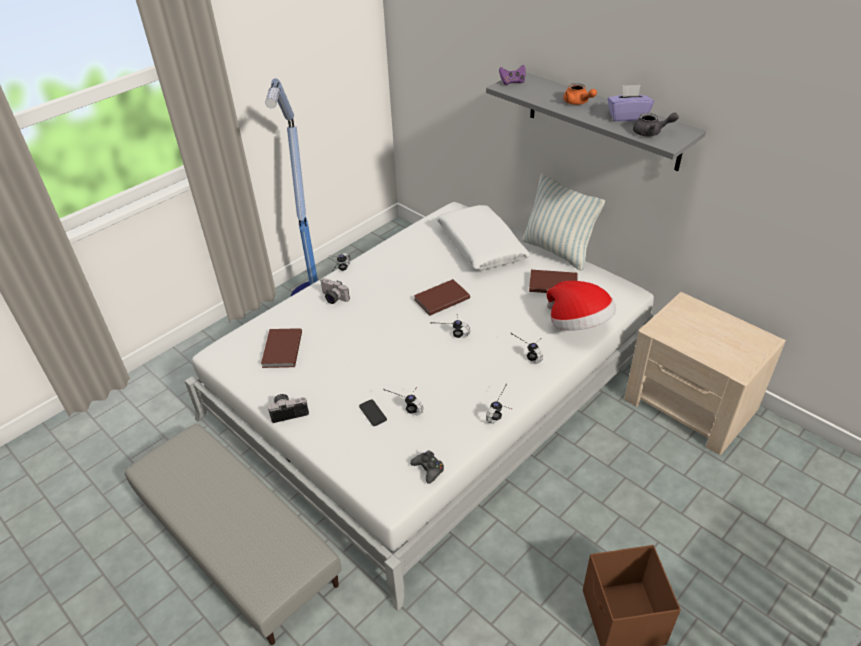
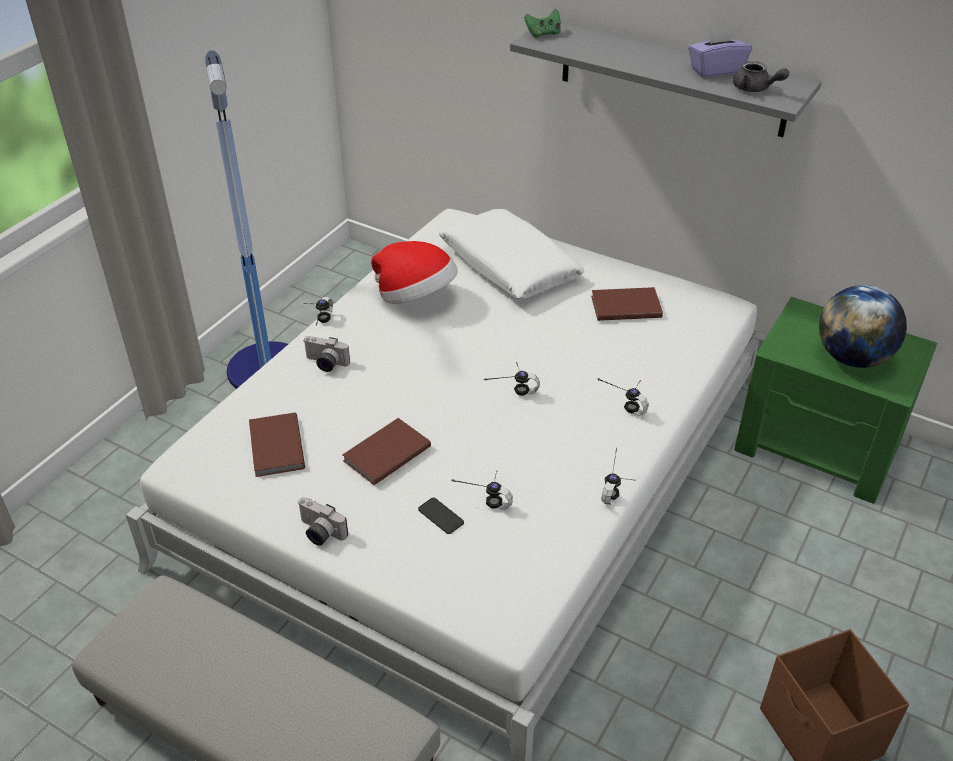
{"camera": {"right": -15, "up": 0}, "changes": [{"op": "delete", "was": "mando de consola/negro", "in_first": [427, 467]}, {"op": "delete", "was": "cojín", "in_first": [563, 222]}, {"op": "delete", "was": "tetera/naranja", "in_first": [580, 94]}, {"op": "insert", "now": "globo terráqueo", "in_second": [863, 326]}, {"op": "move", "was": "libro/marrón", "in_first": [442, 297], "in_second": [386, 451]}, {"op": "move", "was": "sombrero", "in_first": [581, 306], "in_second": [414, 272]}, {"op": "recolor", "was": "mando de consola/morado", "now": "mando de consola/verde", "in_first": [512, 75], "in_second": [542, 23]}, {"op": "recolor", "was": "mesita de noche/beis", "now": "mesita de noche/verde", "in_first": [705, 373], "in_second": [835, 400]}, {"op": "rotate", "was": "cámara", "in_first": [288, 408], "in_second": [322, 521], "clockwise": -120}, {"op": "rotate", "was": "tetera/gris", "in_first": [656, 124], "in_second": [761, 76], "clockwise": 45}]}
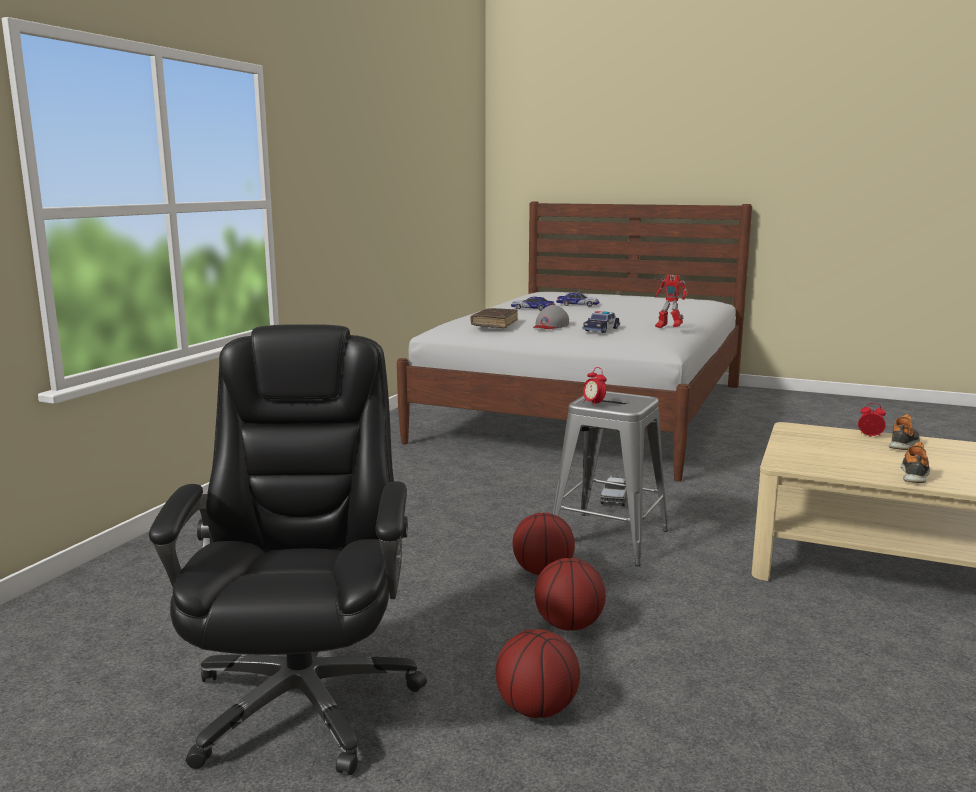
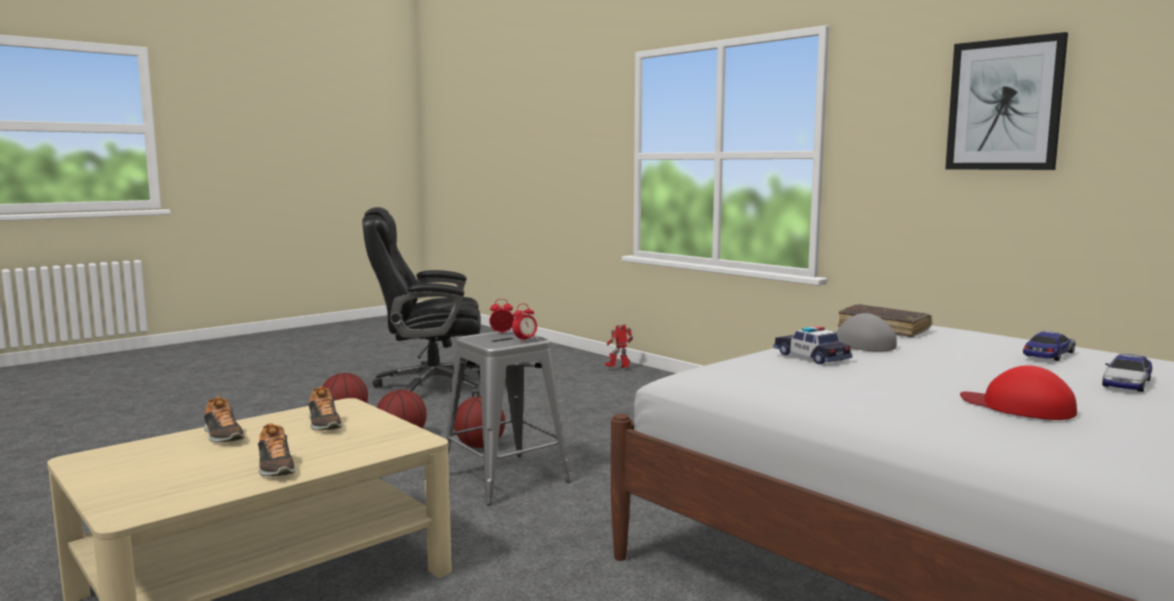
{"camera": {"right": 115, "up": -5}, "changes": [{"op": "delete", "was": "camión de juguete", "in_first": [613, 490]}, {"op": "insert", "now": "zapato", "in_second": [325, 408]}, {"op": "insert", "now": "cuadro", "in_second": [1006, 101]}, {"op": "insert", "now": "gorra/rojo", "in_second": [1018, 392]}, {"op": "move", "was": "robot de juguete", "in_first": [671, 301], "in_second": [619, 346]}, {"op": "move", "was": "despertador", "in_first": [872, 420], "in_second": [524, 323]}, {"op": "rotate", "was": "silla de oficina/negro", "in_first": [288, 549], "in_second": [421, 301], "clockwise": 150}]}
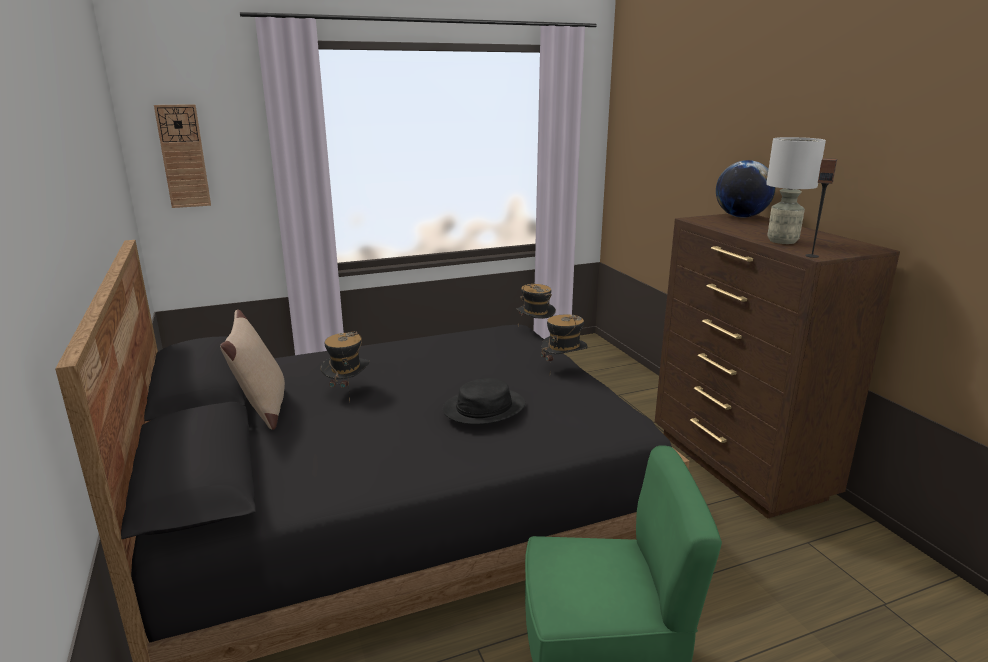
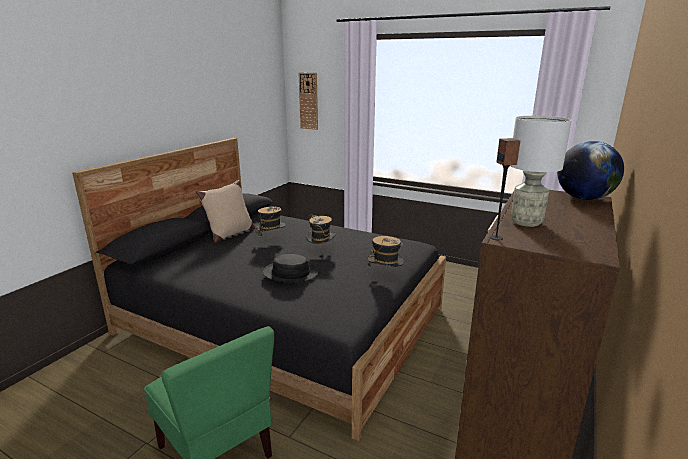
{"camera": {"right": 50, "up": 0}, "changes": [{"op": "move", "was": "sombrero", "in_first": [536, 301], "in_second": [321, 230]}]}
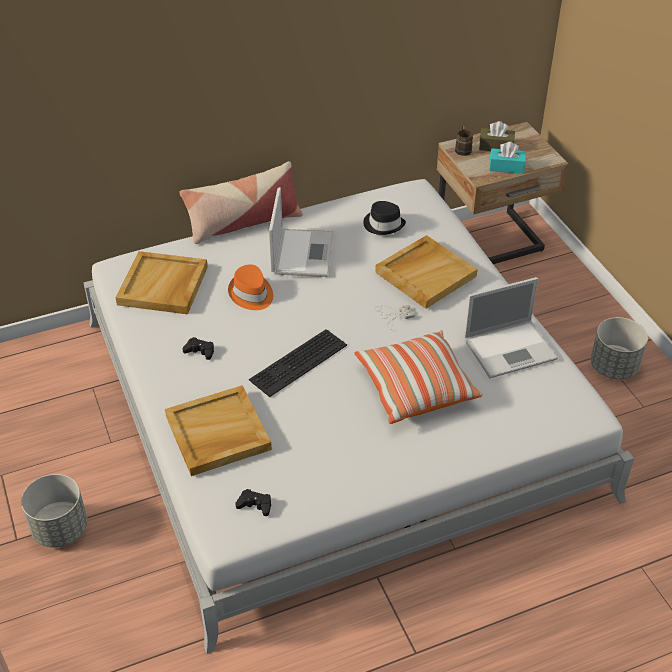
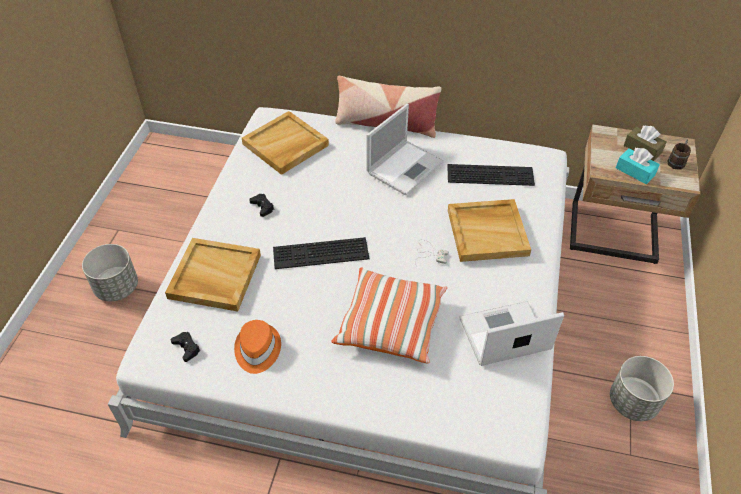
{"camera": {"right": 35, "up": 5}, "changes": [{"op": "move", "was": "sombrero/naranja", "in_first": [250, 287], "in_second": [257, 347]}, {"op": "move", "was": "taza grande/marrón", "in_first": [464, 140], "in_second": [679, 155]}, {"op": "replace", "was": "sombrero/negro", "now": "teclado", "in_first": [384, 218], "in_second": [491, 175]}, {"op": "rotate", "was": "portátil", "in_first": [511, 327], "in_second": [512, 333], "clockwise": 150}]}
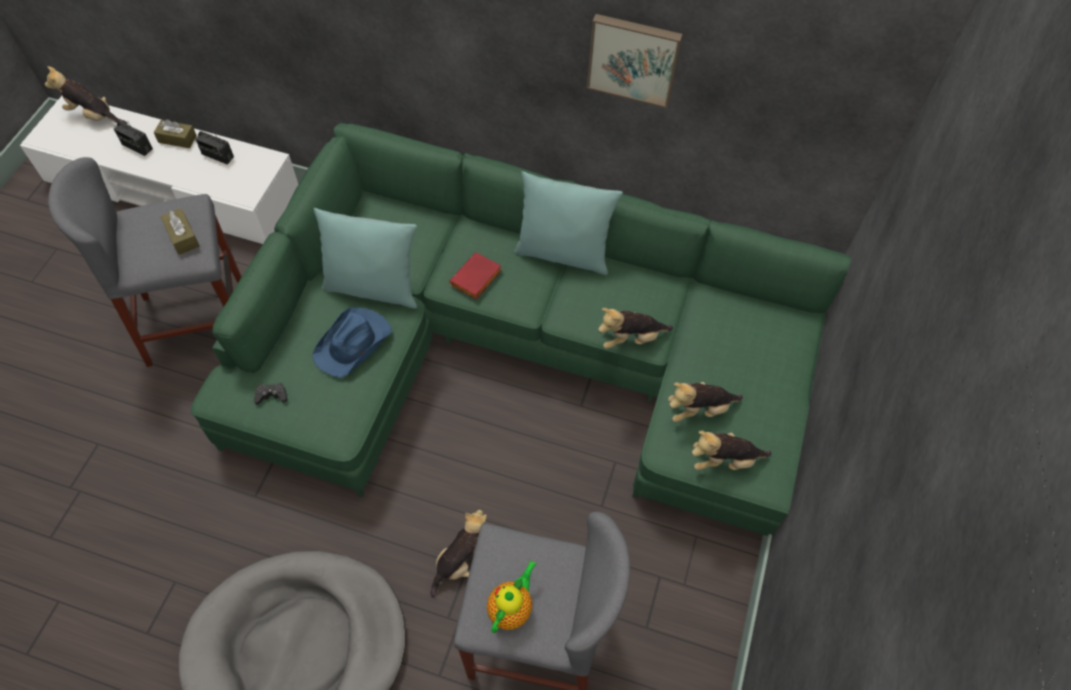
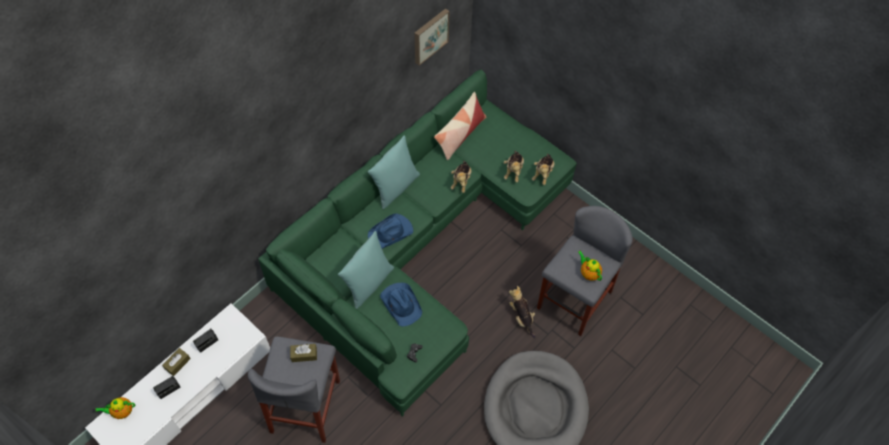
{"camera": {"right": -65, "up": 0}, "changes": [{"op": "insert", "now": "cojín", "in_second": [460, 126]}, {"op": "move", "was": "cuadro", "in_first": [635, 61], "in_second": [432, 37]}, {"op": "replace", "was": "peluche", "now": "tetera", "in_first": [86, 95], "in_second": [115, 408]}, {"op": "replace", "was": "libro/rojo", "now": "sombrero/azul", "in_first": [475, 275], "in_second": [390, 231]}]}
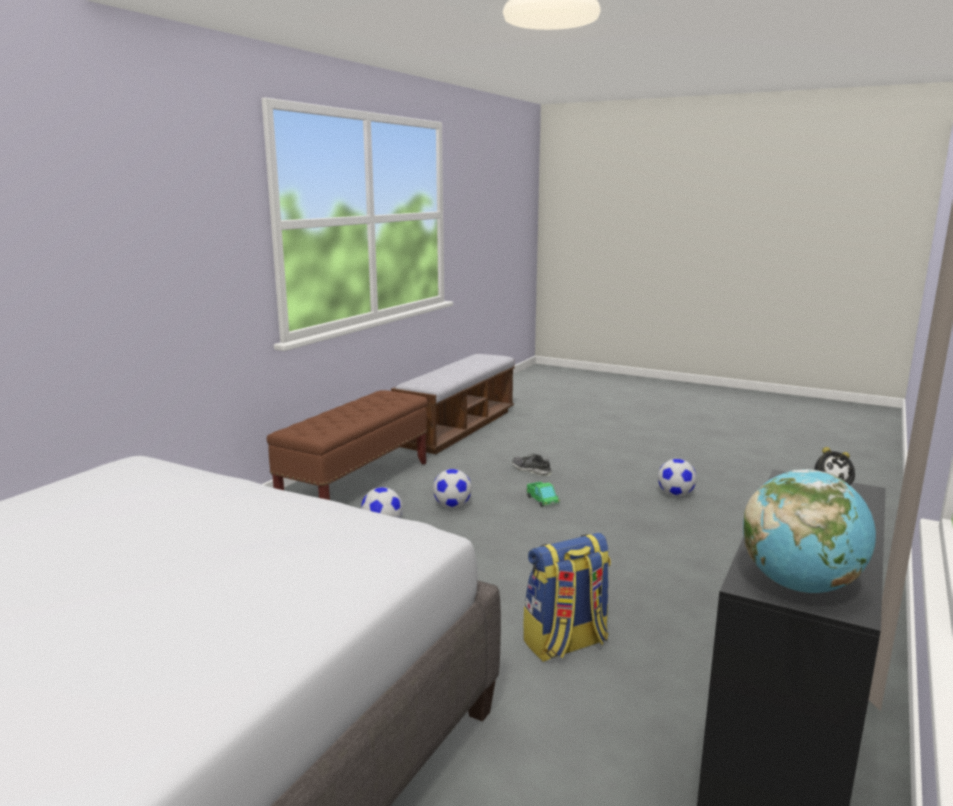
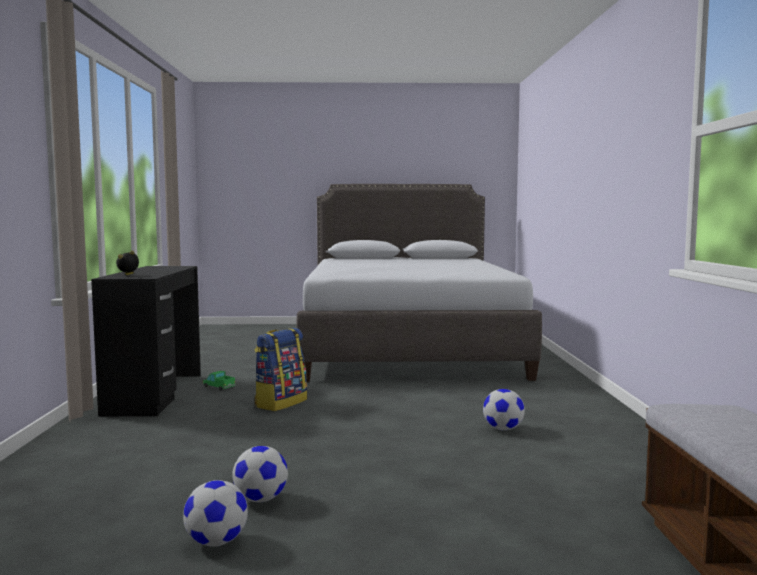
{"camera": {"right": 150, "up": -10}, "changes": [{"op": "delete", "was": "banco/marrón", "in_first": [347, 445]}, {"op": "delete", "was": "zapato", "in_first": [532, 465]}, {"op": "delete", "was": "globo terráqueo", "in_first": [809, 531]}, {"op": "move", "was": "balón de fútbol", "in_first": [452, 488], "in_second": [260, 474]}, {"op": "move", "was": "camión de juguete", "in_first": [543, 494], "in_second": [219, 381]}]}
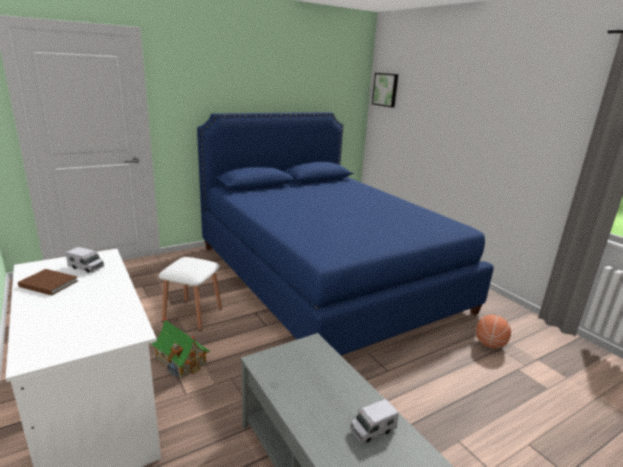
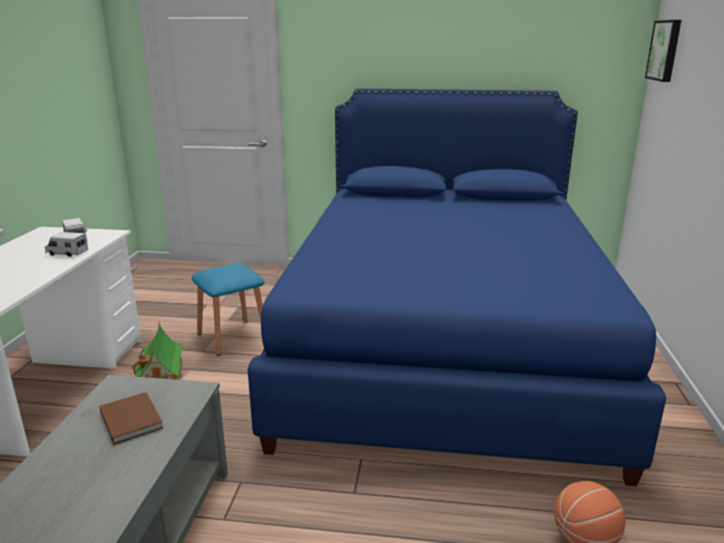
{"camera": {"right": 40, "up": 0}, "changes": [{"op": "move", "was": "libro/marrón", "in_first": [48, 282], "in_second": [131, 418]}, {"op": "move", "was": "camión de juguete", "in_first": [374, 421], "in_second": [66, 244]}, {"op": "recolor", "was": "taburete/blanco", "now": "taburete/azul", "in_first": [190, 294], "in_second": [228, 309]}]}
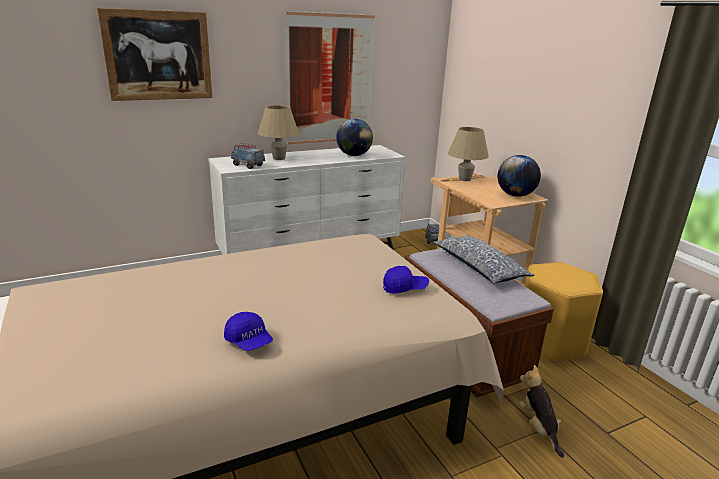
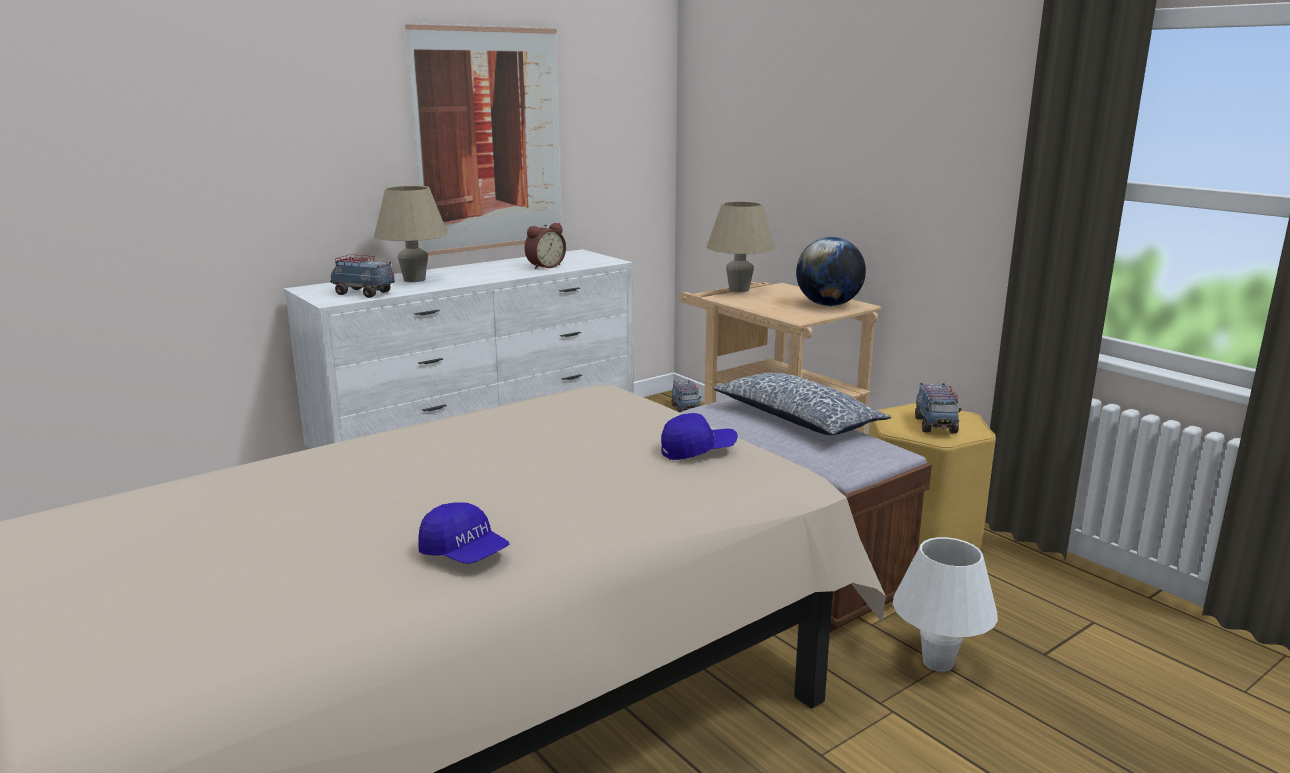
{"camera": {"right": -10, "up": -5}, "changes": [{"op": "delete", "was": "cuadro", "in_first": [154, 54]}, {"op": "insert", "now": "camión de juguete", "in_second": [938, 408]}, {"op": "replace", "was": "globo terráqueo", "now": "despertador", "in_first": [354, 137], "in_second": [545, 246]}, {"op": "replace", "was": "peluche", "now": "lámpara de mesa/blanco", "in_first": [541, 411], "in_second": [945, 604]}]}
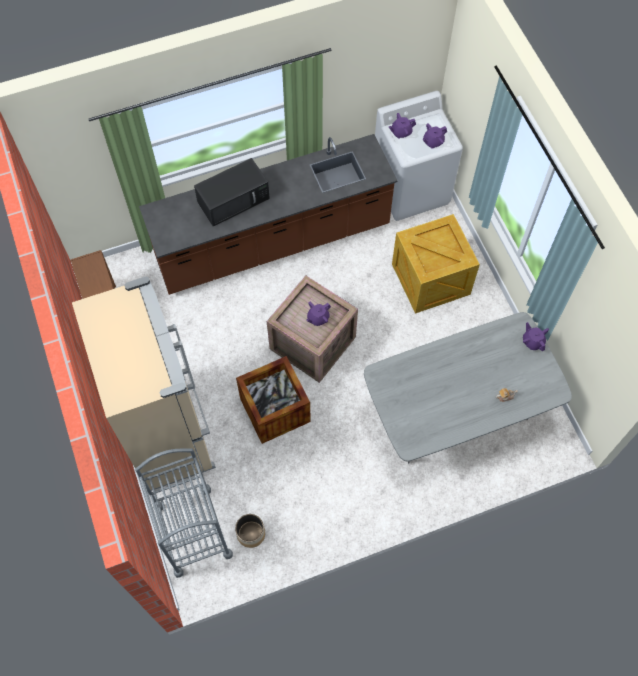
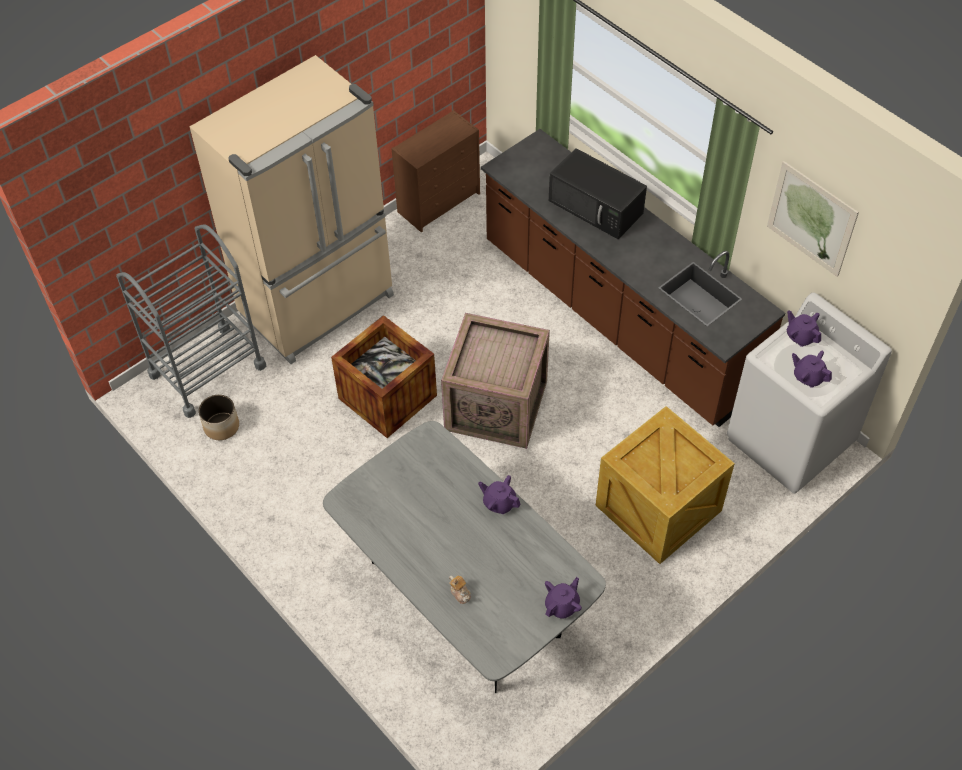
{"camera": {"right": 70, "up": -10}, "changes": [{"op": "insert", "now": "cuadro", "in_second": [813, 219]}, {"op": "move", "was": "tetera/morado", "in_first": [318, 314], "in_second": [499, 494]}]}
